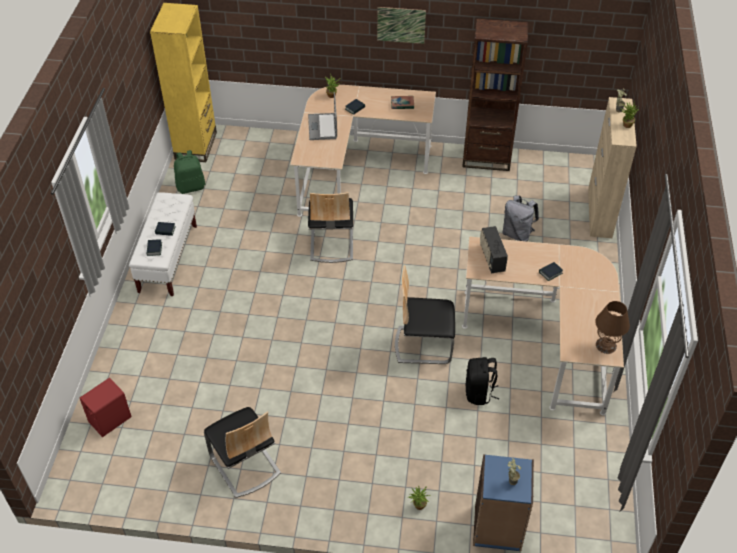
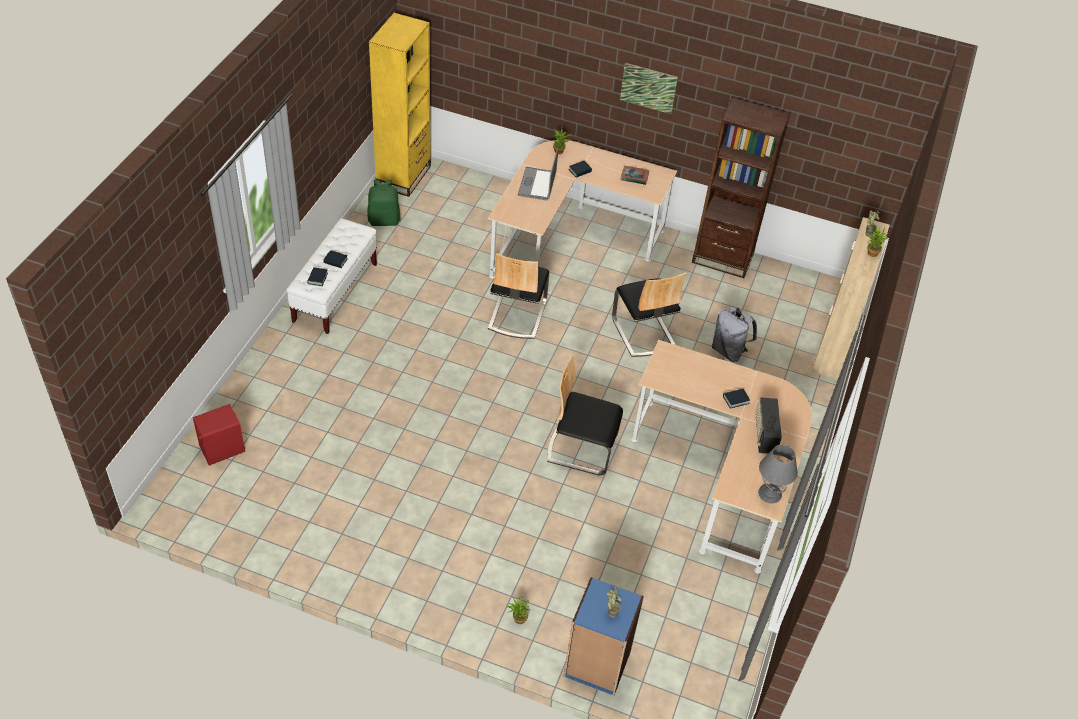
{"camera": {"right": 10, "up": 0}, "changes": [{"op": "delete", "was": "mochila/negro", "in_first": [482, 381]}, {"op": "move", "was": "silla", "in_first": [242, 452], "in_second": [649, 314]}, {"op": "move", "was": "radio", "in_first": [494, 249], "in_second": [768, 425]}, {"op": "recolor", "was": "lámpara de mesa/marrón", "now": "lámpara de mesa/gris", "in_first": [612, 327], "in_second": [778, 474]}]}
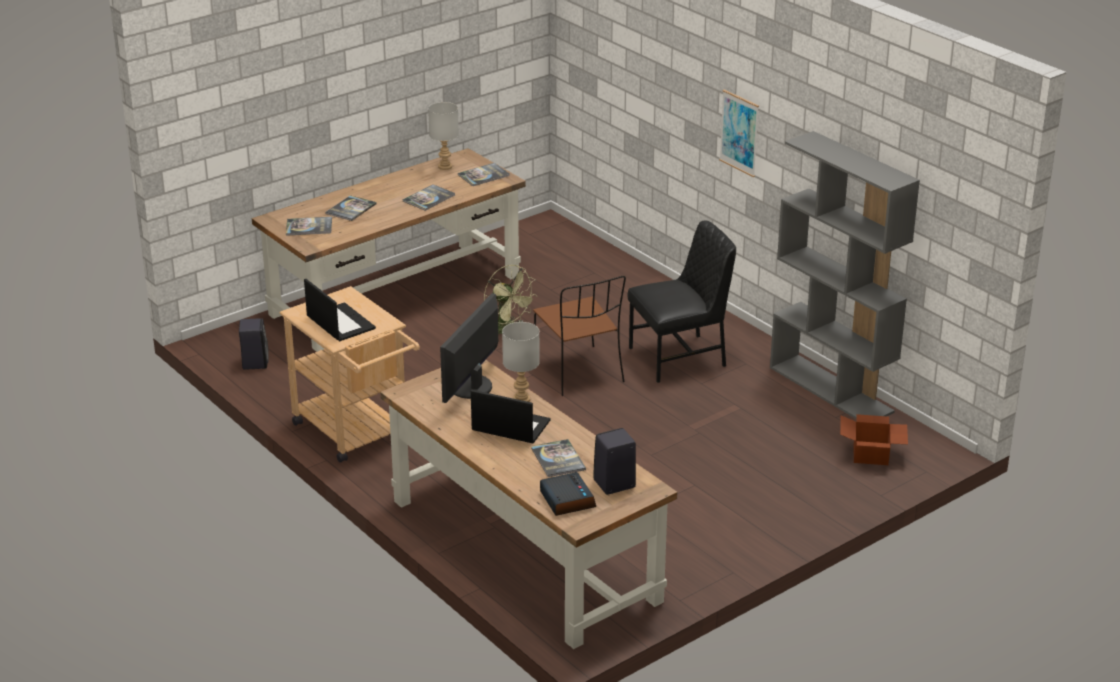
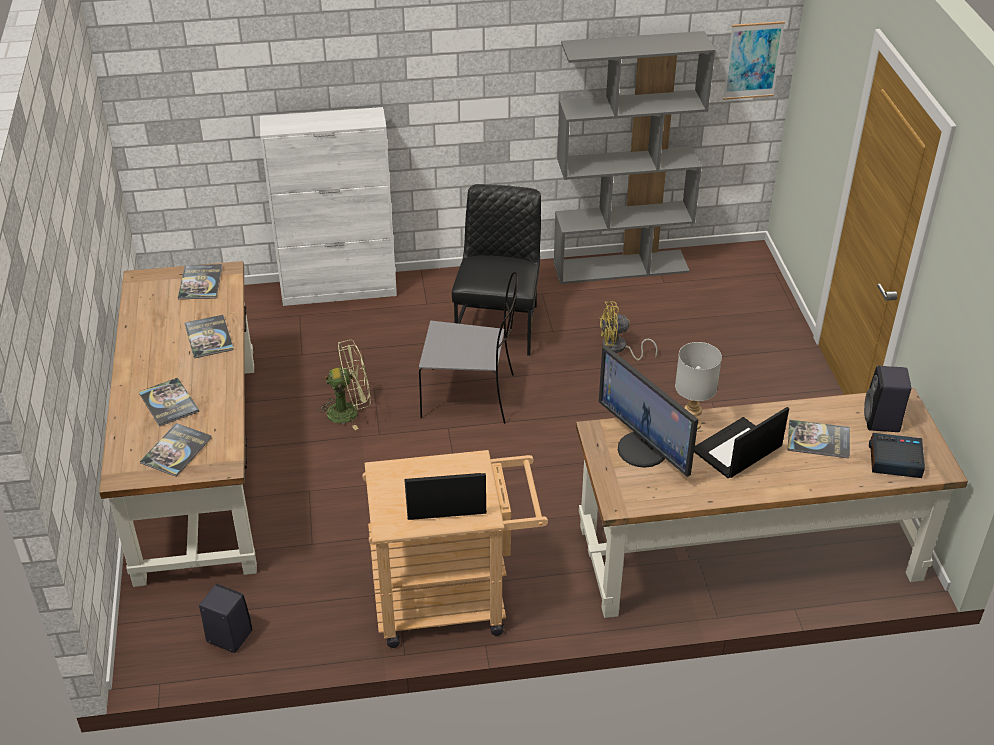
{"camera": {"right": -60, "up": 10}, "changes": [{"op": "delete", "was": "lámpara de mesa/gris", "in_first": [443, 136]}, {"op": "delete", "was": "caja de cartón", "in_first": [874, 439]}, {"op": "insert", "now": "armario/blanco", "in_second": [328, 206]}, {"op": "insert", "now": "ventilador/amarillo", "in_second": [628, 331]}, {"op": "move", "was": "cuadro", "in_first": [739, 133], "in_second": [754, 60]}, {"op": "recolor", "was": "silla/marrón", "now": "silla/gris", "in_first": [579, 336], "in_second": [468, 348]}]}
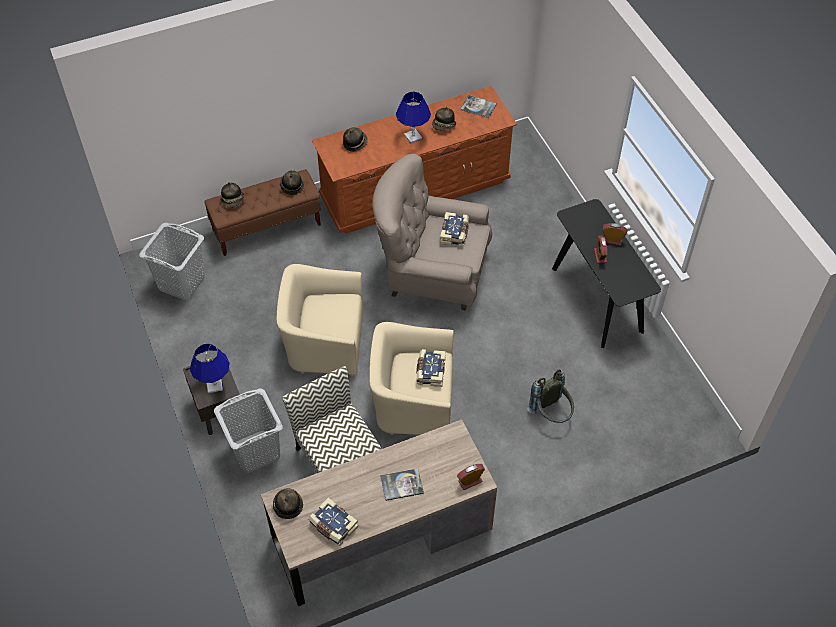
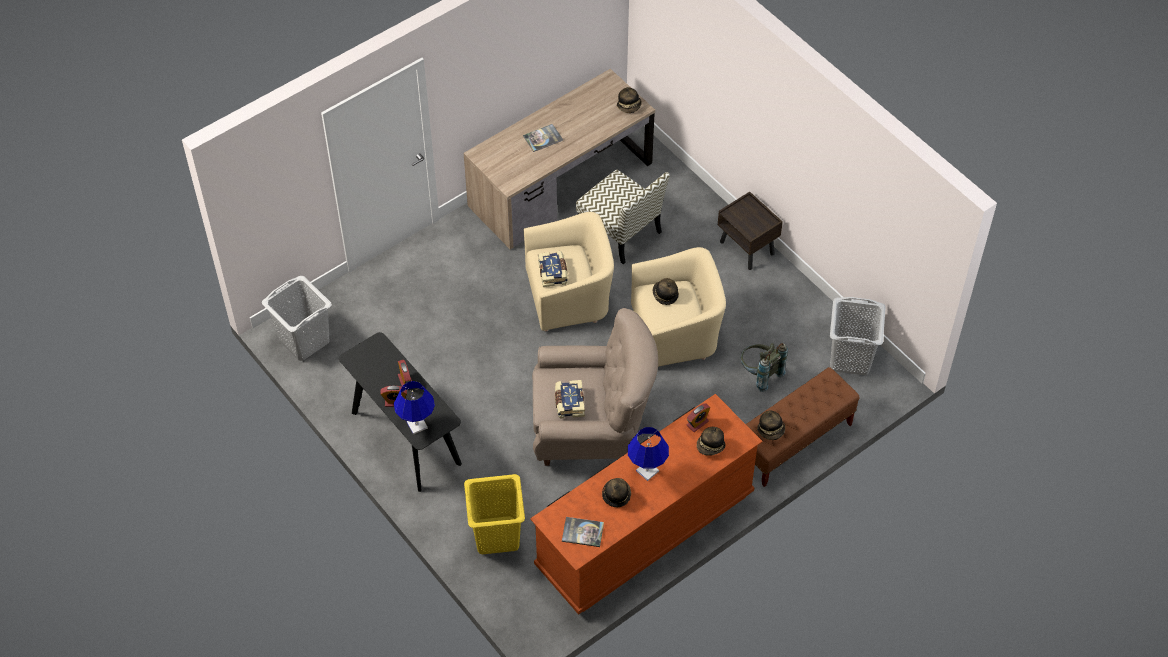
{"camera": {"right": 165, "up": 0}, "changes": [{"op": "delete", "was": "libro", "in_first": [333, 522]}, {"op": "insert", "now": "cesto de la ropa/amarillo", "in_second": [494, 514]}, {"op": "move", "was": "lámpara de mesa/azul", "in_first": [210, 368], "in_second": [414, 408]}, {"op": "move", "was": "cesto de la ropa/gris", "in_first": [248, 431], "in_second": [297, 318]}, {"op": "move", "was": "sombrero", "in_first": [232, 195], "in_second": [666, 291]}, {"op": "move", "was": "despertador", "in_first": [471, 477], "in_second": [698, 417]}, {"op": "move", "was": "mochila/gris", "in_first": [550, 396], "in_second": [764, 367]}]}
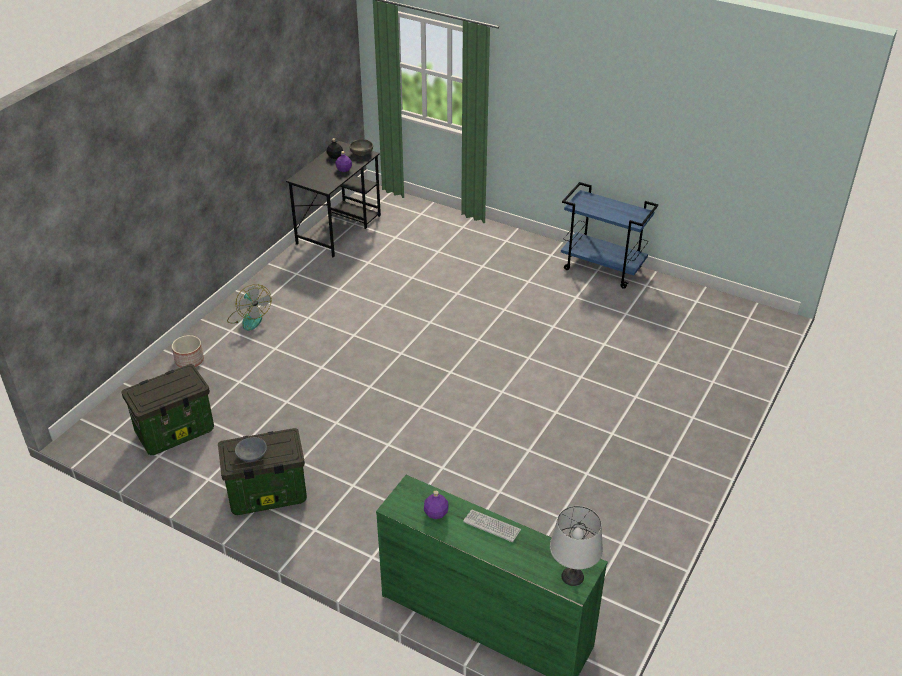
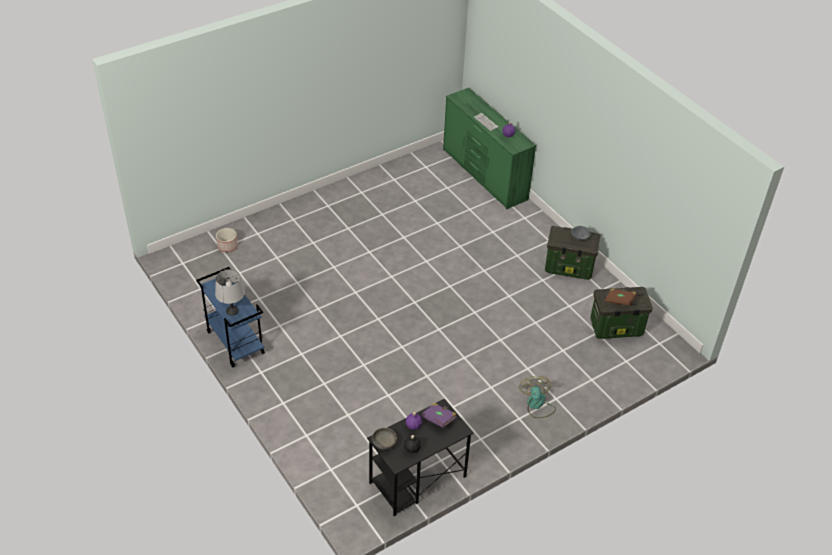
{"camera": {"right": -155, "up": 5}, "changes": [{"op": "insert", "now": "libro/morado", "in_second": [439, 415]}, {"op": "insert", "now": "libro/marrón", "in_second": [621, 297]}, {"op": "move", "was": "maceta", "in_first": [188, 351], "in_second": [227, 240]}, {"op": "move", "was": "lámpara de mesa/gris", "in_first": [576, 546], "in_second": [230, 292]}]}
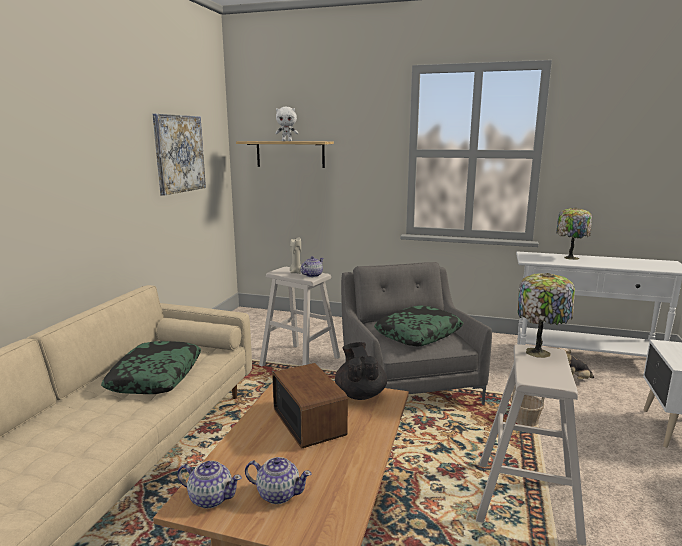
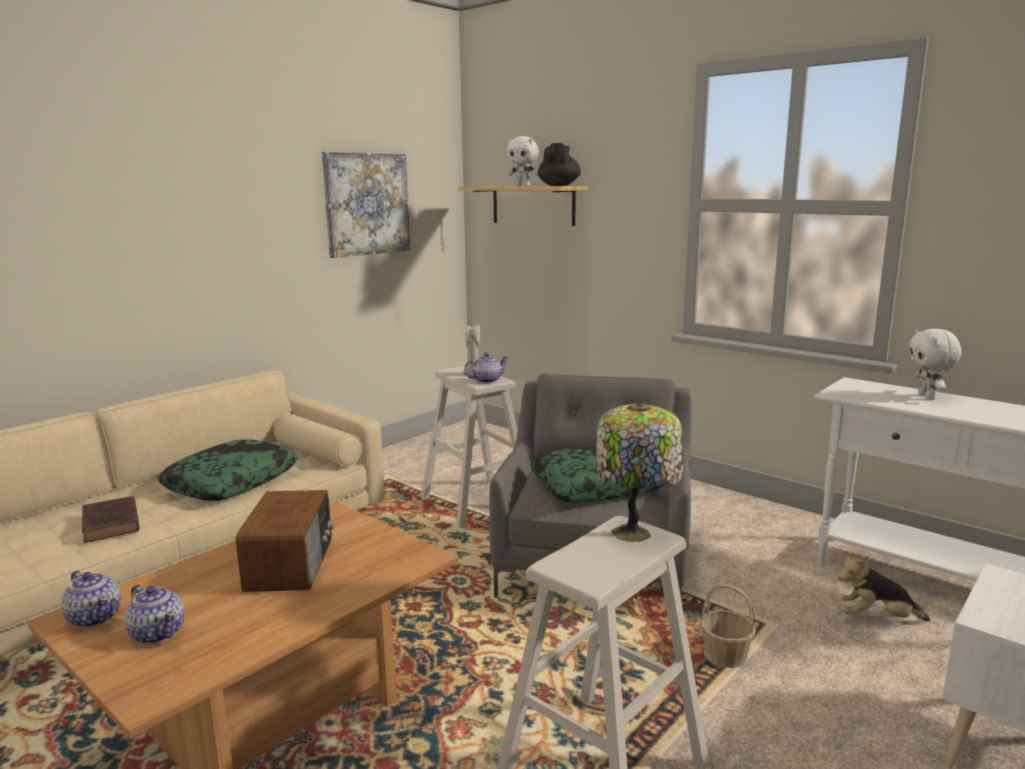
{"camera": {"right": 25, "up": 0}, "changes": [{"op": "insert", "now": "libro/marrón", "in_second": [110, 519]}, {"op": "move", "was": "tetera/negro", "in_first": [361, 371], "in_second": [559, 164]}, {"op": "replace", "was": "lámpara de mesa", "now": "peluche/blanco", "in_first": [574, 233], "in_second": [935, 364]}]}
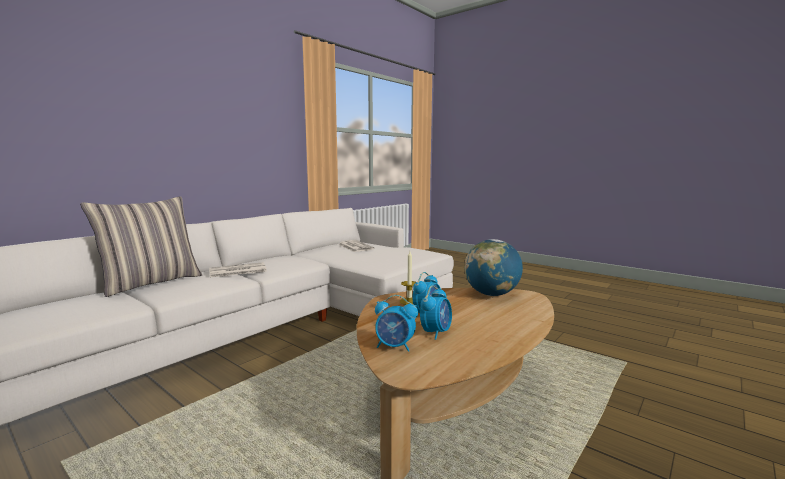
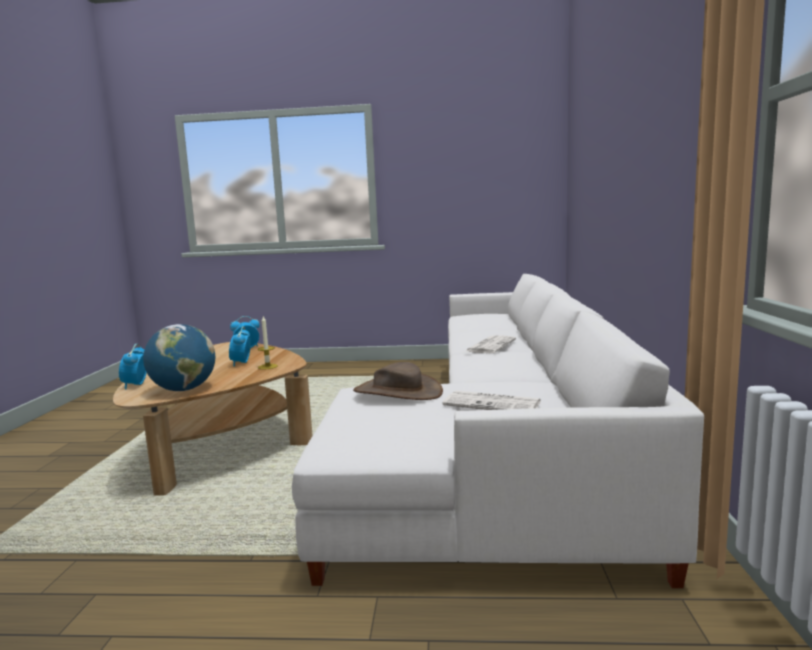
{"camera": {"right": 145, "up": 0}, "changes": [{"op": "delete", "was": "cojín", "in_first": [141, 247]}, {"op": "insert", "now": "sombrero/marrón", "in_second": [398, 381]}, {"op": "move", "was": "despertador", "in_first": [436, 312], "in_second": [133, 366]}]}
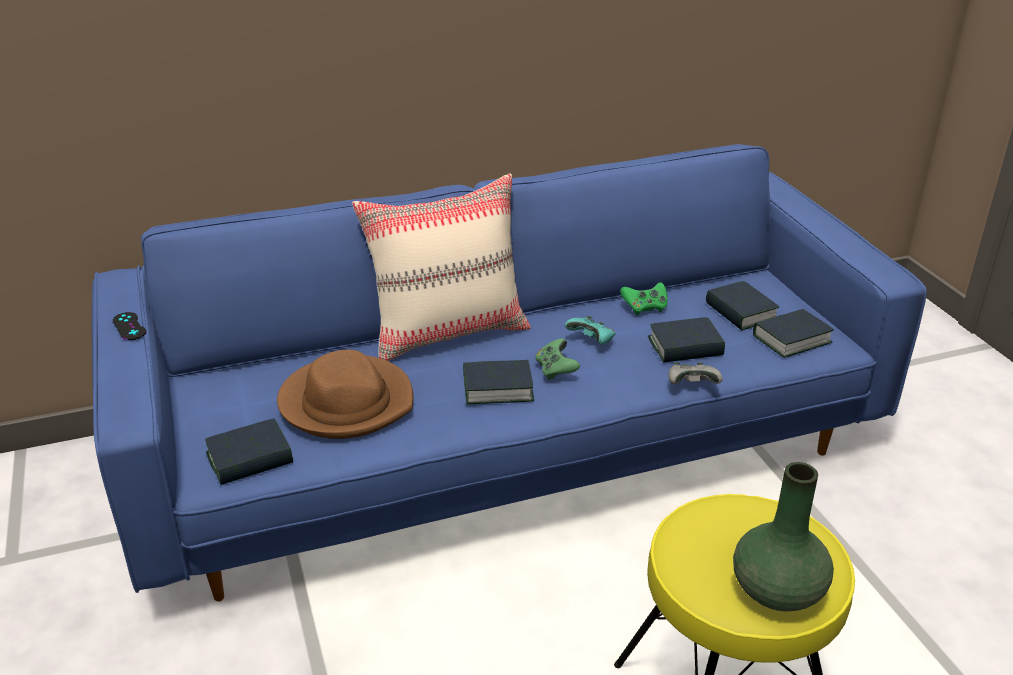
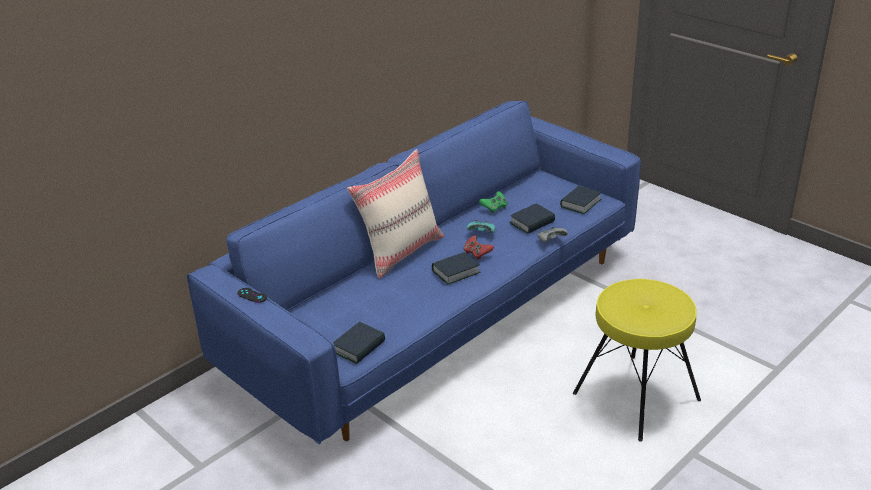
{"camera": {"right": -25, "up": 0}, "changes": [{"op": "delete", "was": "sombrero/marrón", "in_first": [345, 394]}, {"op": "delete", "was": "libro", "in_first": [742, 305]}, {"op": "delete", "was": "florero/verde", "in_first": [783, 537]}, {"op": "recolor", "was": "mando de consola/verde", "now": "mando de consola/rojo", "in_first": [557, 359], "in_second": [479, 248]}]}
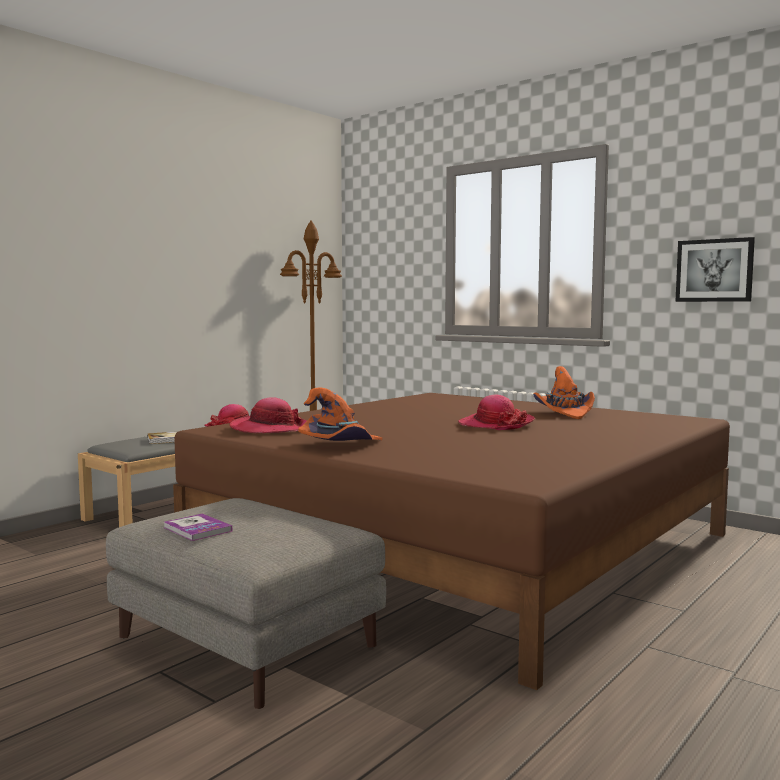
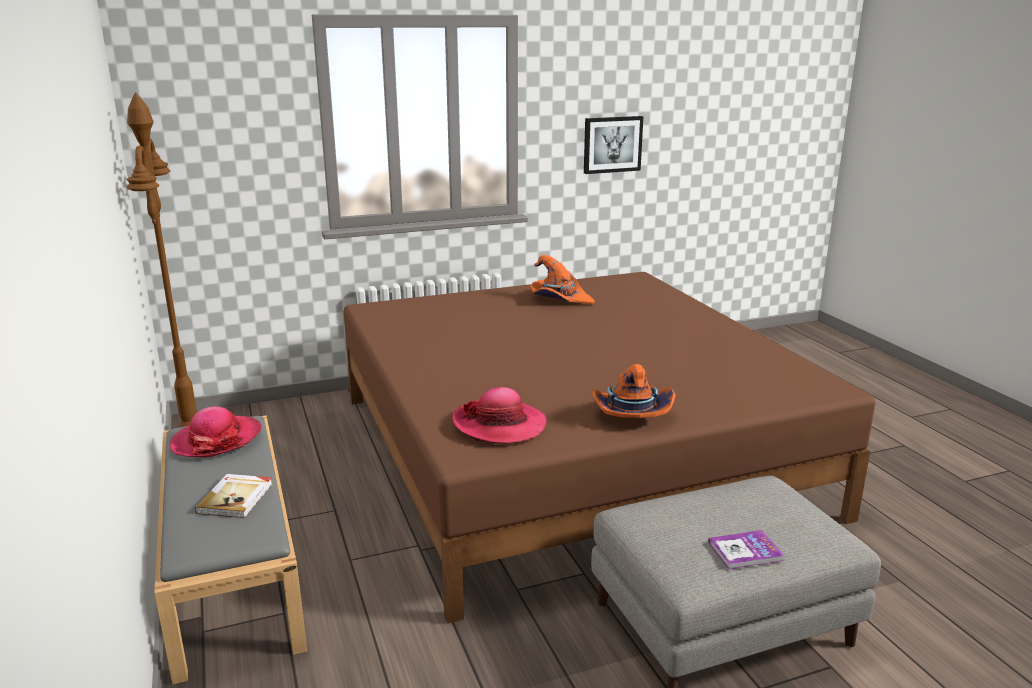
{"camera": {"right": -60, "up": 15}, "changes": [{"op": "delete", "was": "sombrero", "in_first": [497, 412]}]}
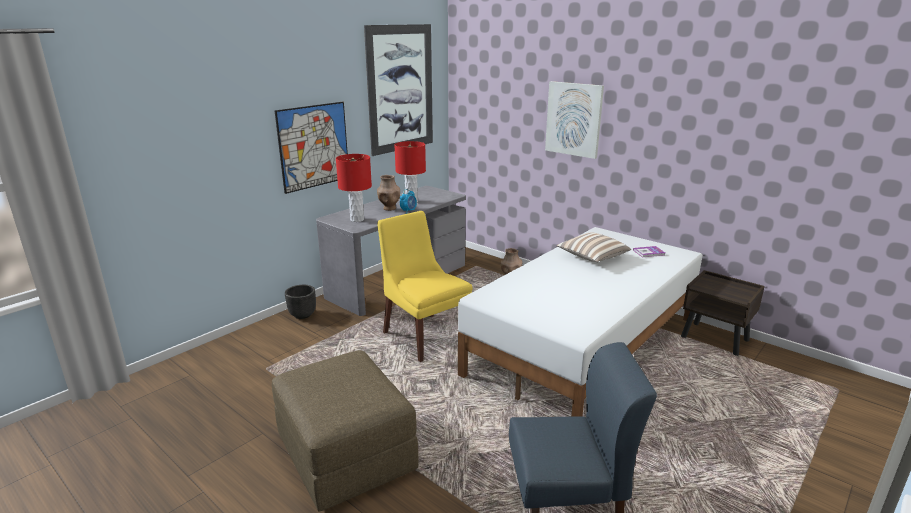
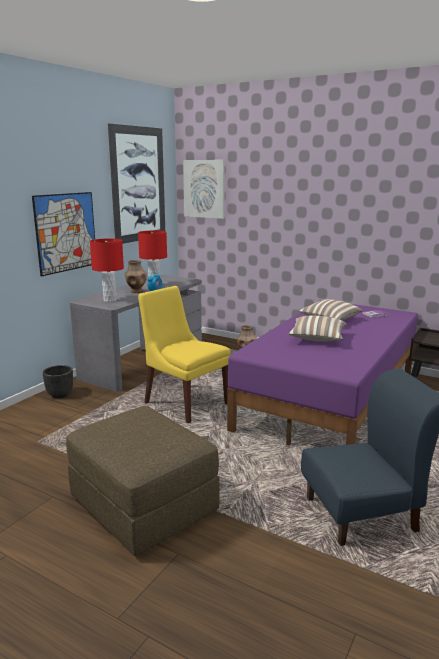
{"camera": {"right": -10, "up": -5}, "changes": [{"op": "insert", "now": "cojín", "in_second": [317, 328]}, {"op": "move", "was": "cuadro", "in_first": [574, 120], "in_second": [204, 189]}, {"op": "recolor", "was": "cama/blanco", "now": "cama/morado", "in_first": [580, 322], "in_second": [322, 373]}]}
